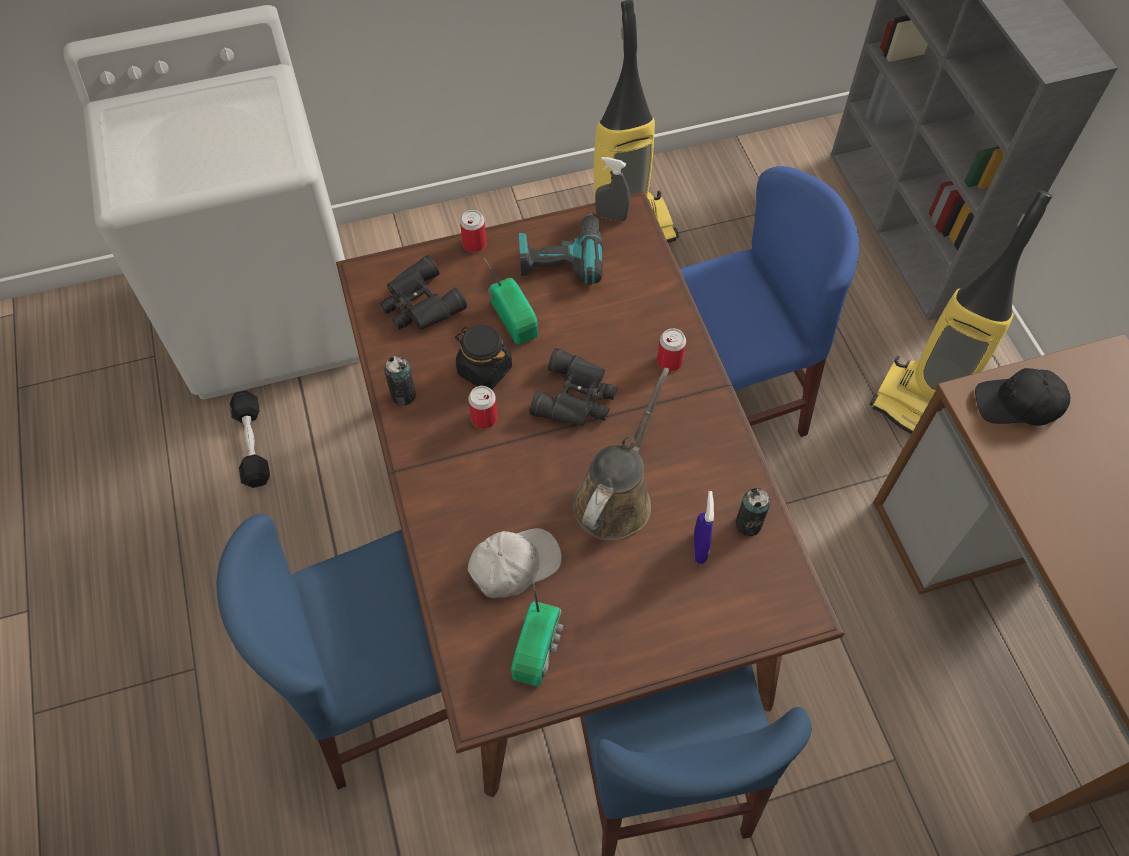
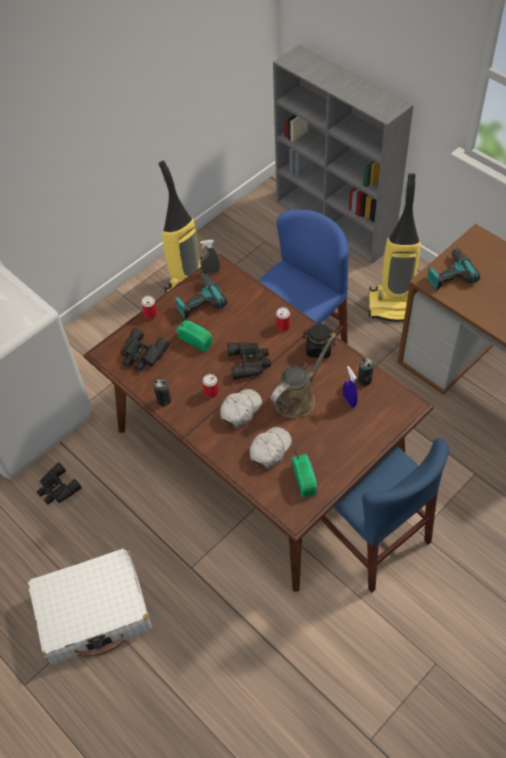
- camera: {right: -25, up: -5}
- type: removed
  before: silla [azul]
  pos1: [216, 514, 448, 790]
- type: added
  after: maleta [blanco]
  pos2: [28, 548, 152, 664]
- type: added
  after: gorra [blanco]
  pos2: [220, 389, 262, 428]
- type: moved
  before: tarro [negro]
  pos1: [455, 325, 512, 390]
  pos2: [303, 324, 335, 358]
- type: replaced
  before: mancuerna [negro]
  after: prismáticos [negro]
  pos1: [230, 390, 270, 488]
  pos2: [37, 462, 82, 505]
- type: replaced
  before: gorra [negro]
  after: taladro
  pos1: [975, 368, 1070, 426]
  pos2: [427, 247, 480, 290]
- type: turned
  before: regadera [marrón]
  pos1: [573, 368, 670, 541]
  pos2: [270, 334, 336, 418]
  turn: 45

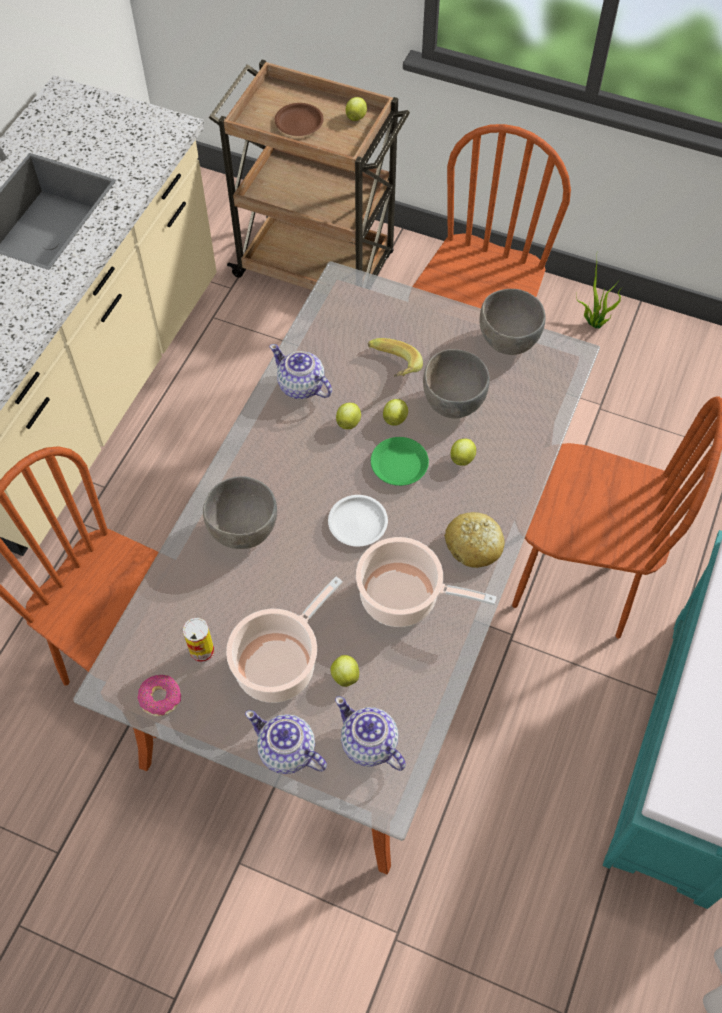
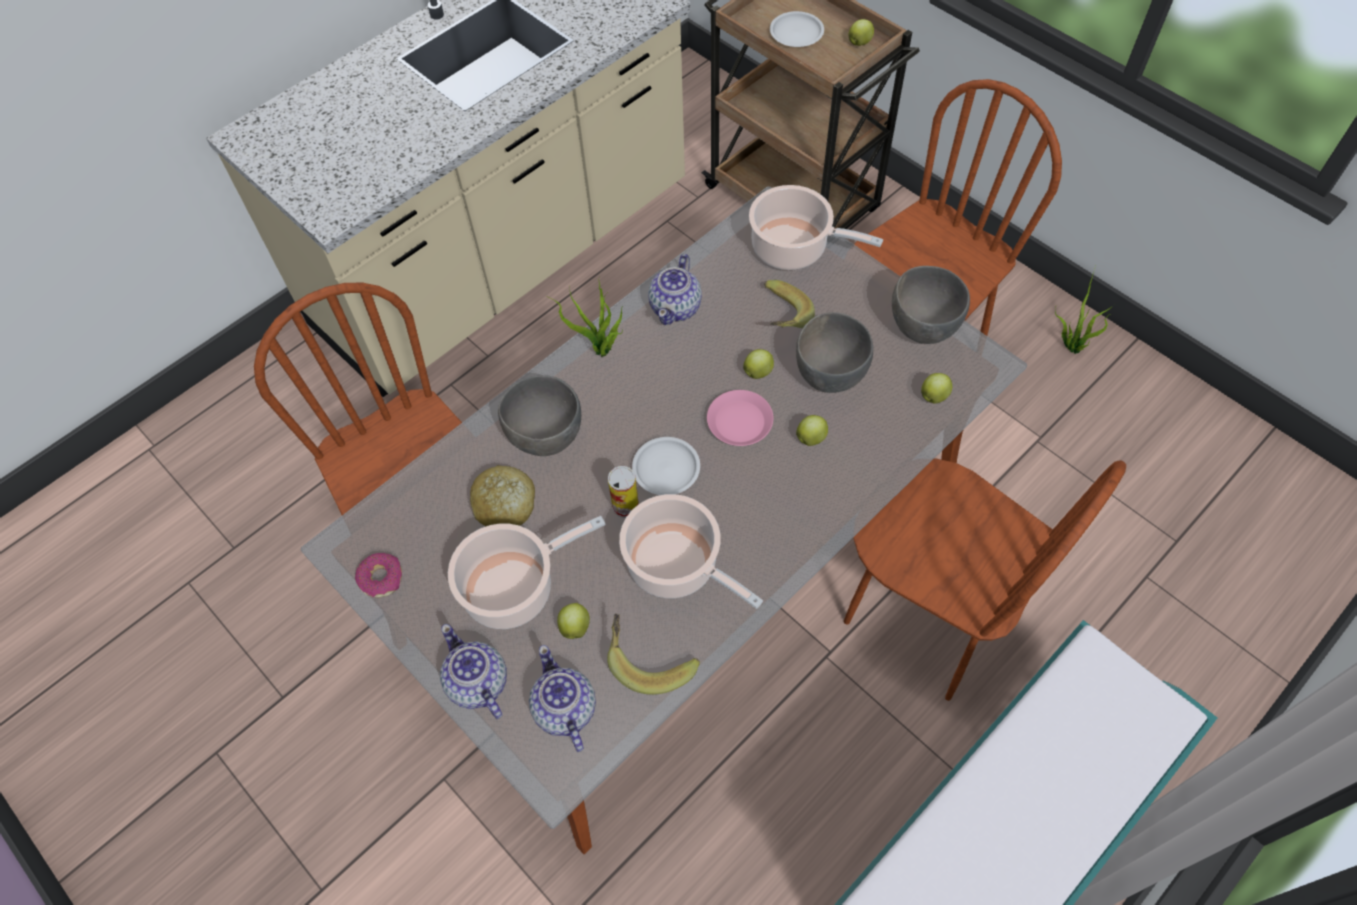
- camera: {right: 25, up: 0}
- type: added
  after: planta en maceta
  pos2: [547, 282, 623, 357]
- type: added
  after: plátano
  pos2: [607, 614, 700, 695]
- type: added
  after: olla
  pos2: [749, 185, 883, 270]
- type: moved
  before: lata
  pos1: [183, 618, 214, 663]
  pos2: [608, 466, 639, 518]
- type: moved
  before: manzana
  pos1: [336, 403, 361, 429]
  pos2: [921, 373, 952, 404]
- type: moved
  before: pan
  pos1: [444, 512, 504, 568]
  pos2: [470, 465, 535, 526]
- type: recoloured
  before: plato [marrón]
  after: plato [blanco]
  pos1: [275, 103, 324, 136]
  pos2: [770, 11, 824, 47]
- type: recoloured
  before: plato [verde]
  after: plato [rosa]
  pos1: [371, 437, 429, 486]
  pos2: [707, 390, 774, 446]
- type: turned
  before: tetera
  pos1: [269, 344, 332, 399]
  pos2: [648, 254, 702, 325]
  turn: -135

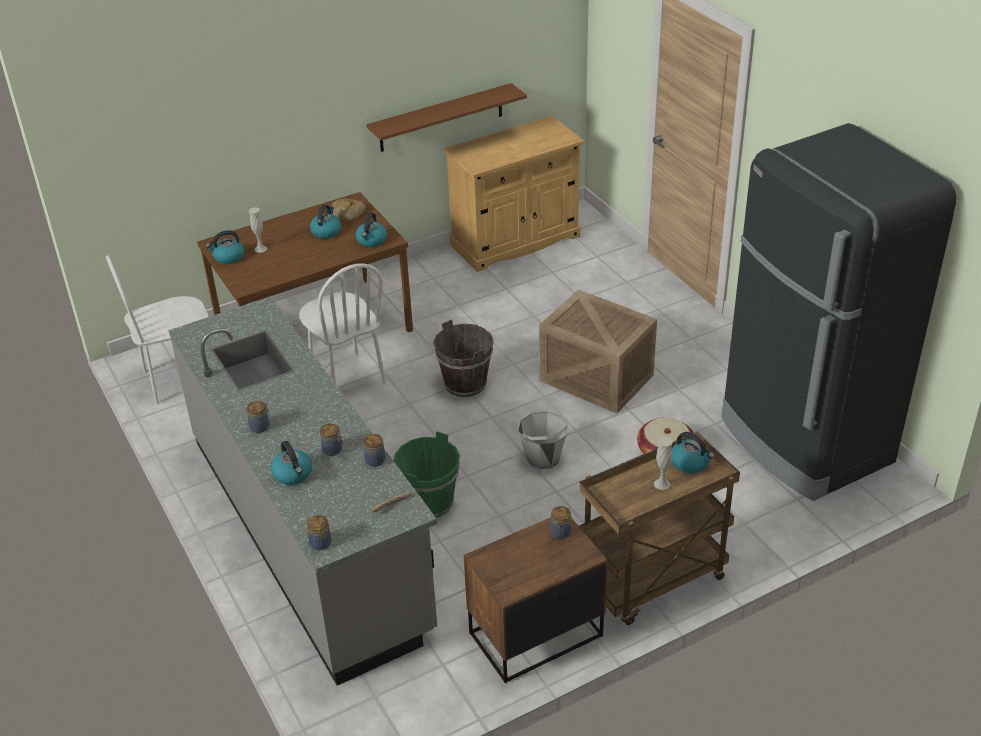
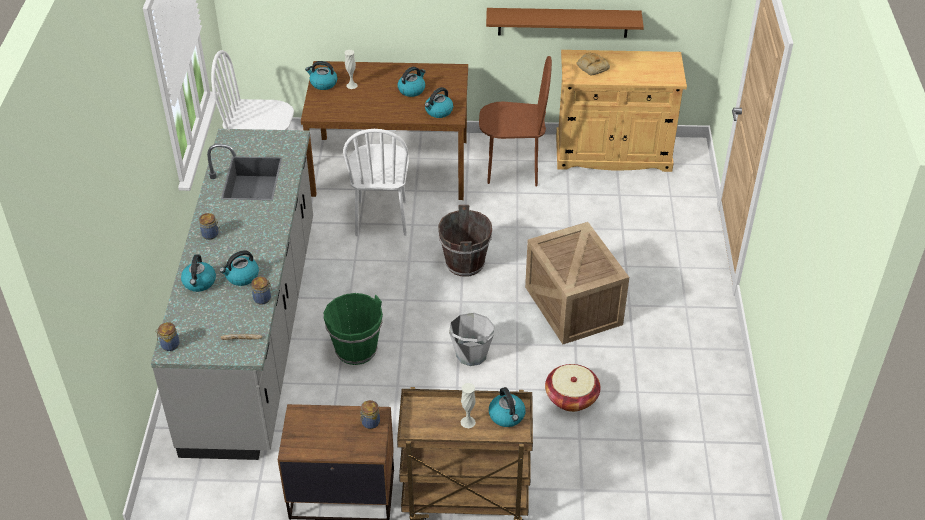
- camera: {right: 30, up: 5}
- type: removed
  before: nevera [negro]
  pos1: [721, 123, 956, 501]
- type: added
  after: silla [marrón]
  pos2: [479, 56, 552, 186]
- type: moved
  before: pan
  pos1: [331, 199, 366, 221]
  pos2: [576, 53, 610, 76]
- type: replaced
  before: tarro
  after: hervidor
  pos1: [320, 423, 343, 456]
  pos2: [220, 250, 259, 286]

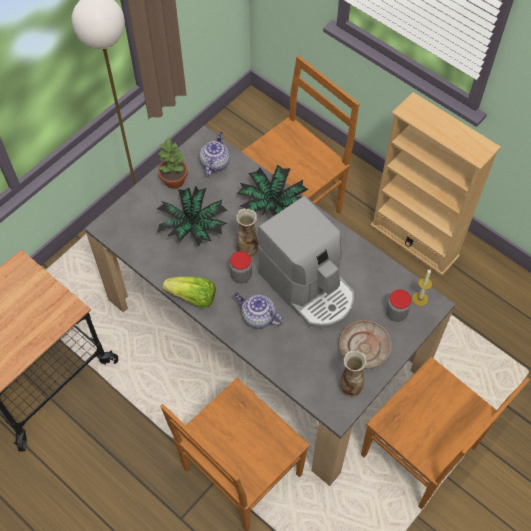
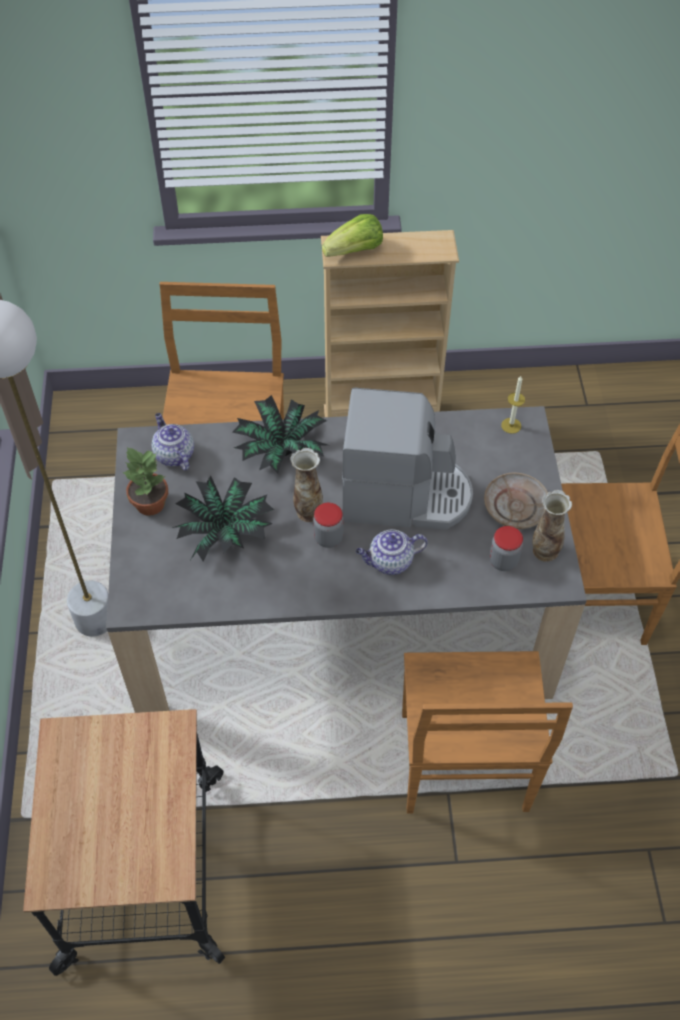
- camera: {right: -45, up: -5}
- type: moved
  before: lechuga
  pos1: [163, 277, 216, 307]
  pos2: [322, 214, 383, 257]
- type: moved
  before: tarro
  pos1: [386, 290, 411, 322]
  pos2: [489, 526, 523, 571]

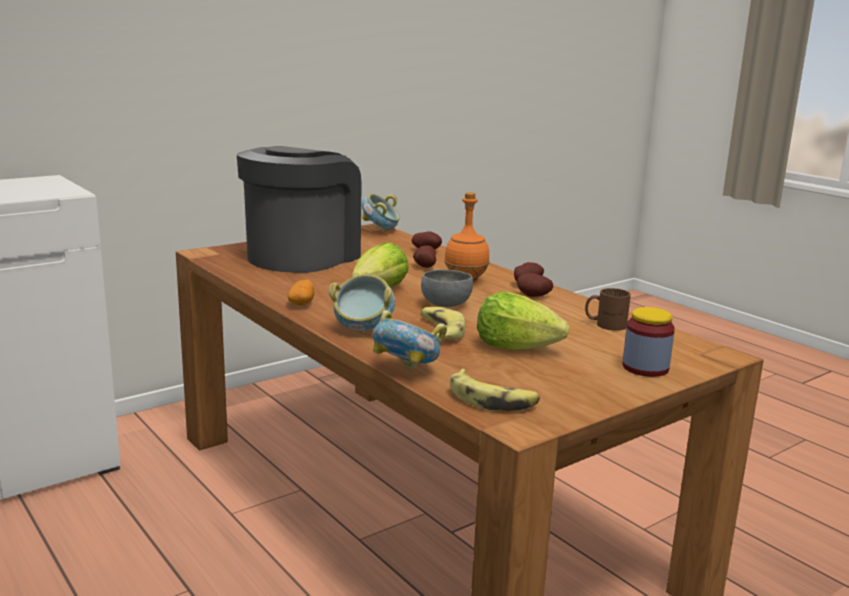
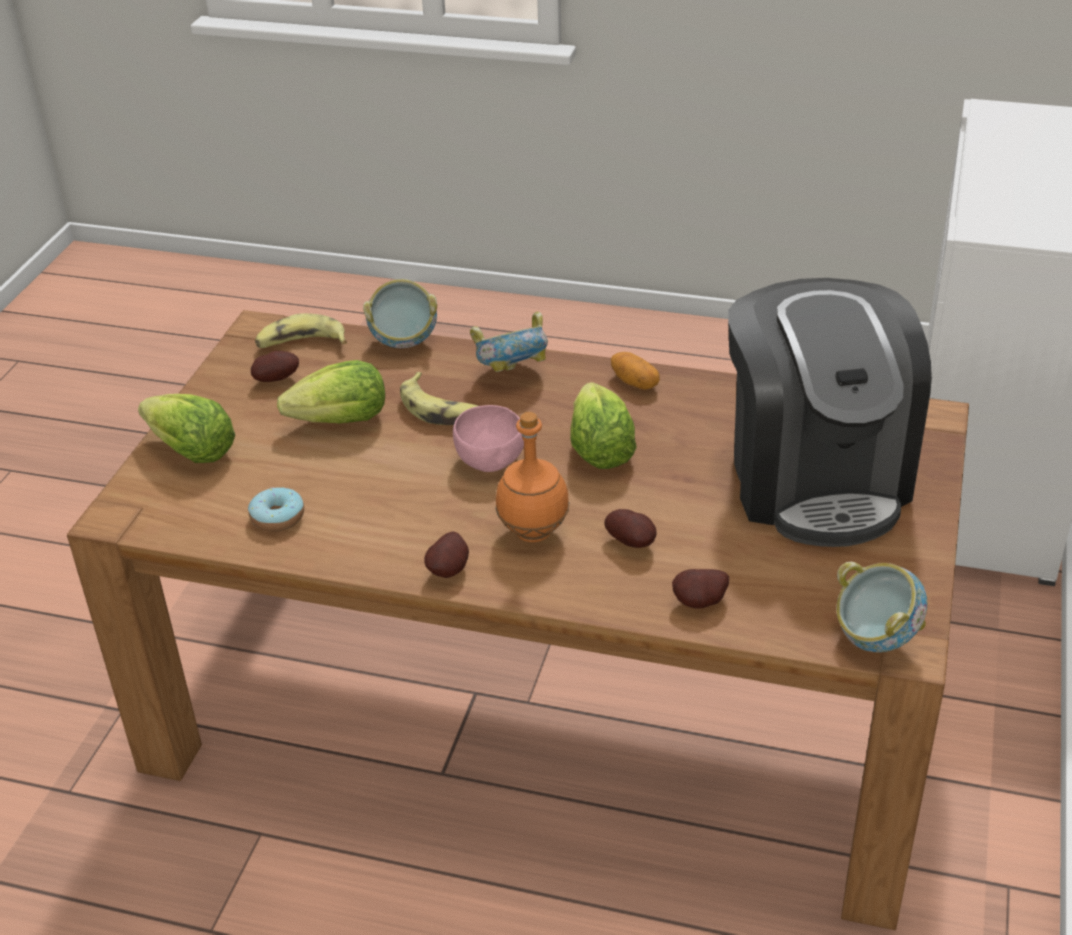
- camera: {right: 145, up: 20}
- type: moved
  before: patata
  pos1: [517, 273, 553, 297]
  pos2: [251, 351, 299, 382]
- type: replaced
  before: taza grande [marrón]
  after: rosquilla
  pos1: [585, 288, 631, 331]
  pos2: [248, 487, 304, 532]
- type: replaced
  before: tarro
  after: lechuga
  pos1: [622, 307, 675, 377]
  pos2: [138, 394, 235, 463]
- type: recoloured
  before: cuenco [gris]
  after: cuenco [rosa]
  pos1: [421, 269, 473, 307]
  pos2: [453, 405, 524, 472]

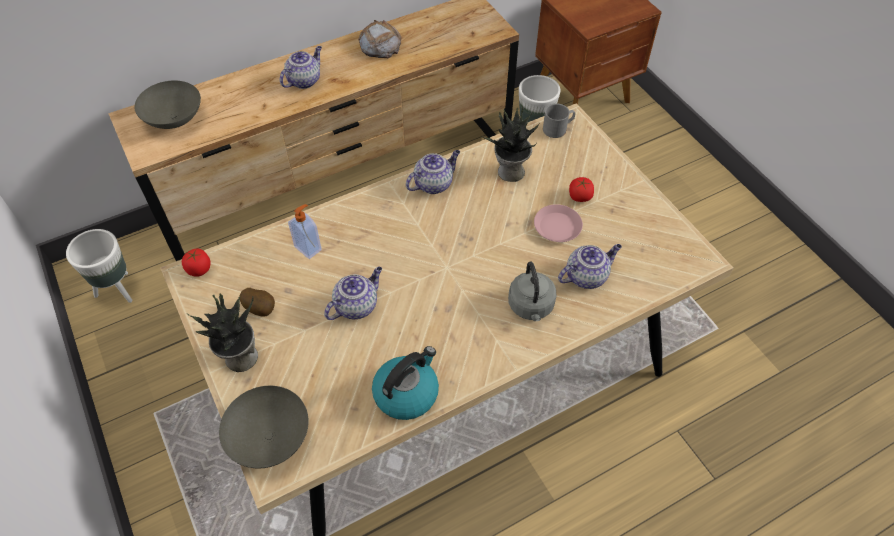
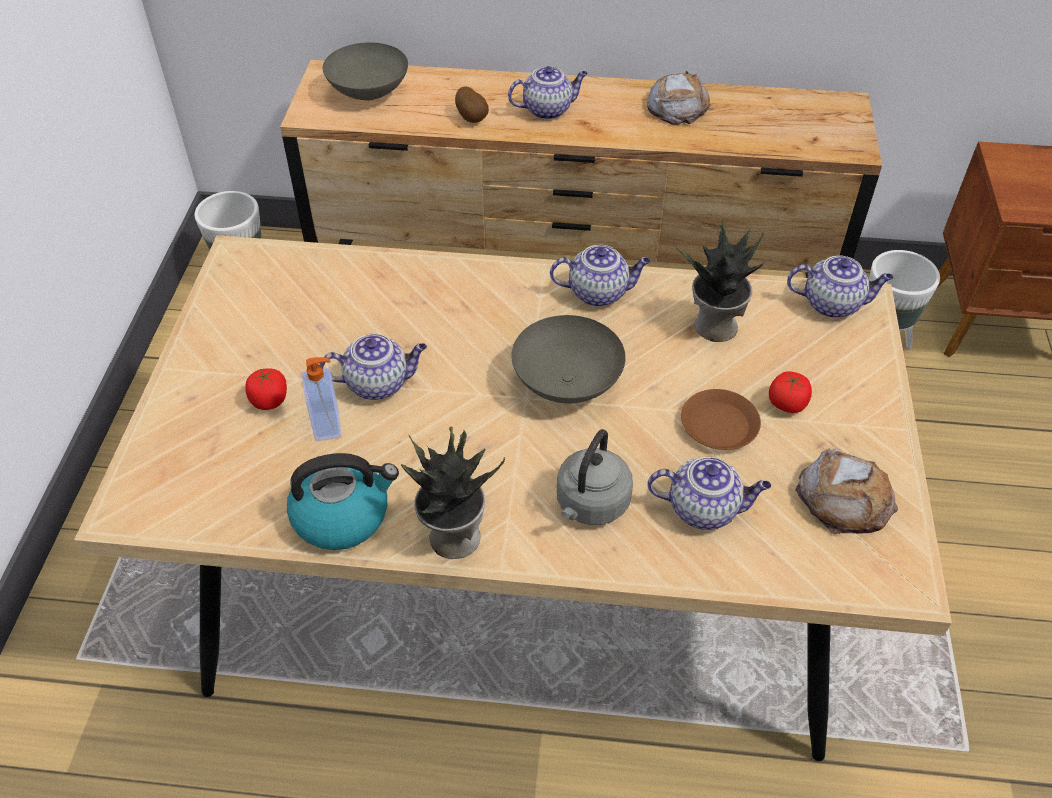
- camera: {right: 35, up: -5}
- type: added
  after: pan
  pos2: [795, 448, 898, 534]
- type: moved
  before: tomate
  pos1: [182, 249, 210, 277]
  pos2: [245, 368, 287, 410]
- type: moved
  before: planta en maceta
  pos1: [186, 294, 258, 372]
  pos2: [401, 427, 505, 559]
- type: moved
  before: cuenco [gris]
  pos1: [219, 386, 309, 469]
  pos2: [511, 315, 626, 403]
- type: moved
  before: patata
  pos1: [239, 288, 275, 317]
  pos2: [455, 86, 489, 123]
- type: moved
  before: dispensador de jabón
  pos1: [288, 204, 322, 259]
  pos2: [302, 357, 342, 441]
- type: replaced
  before: taza grande [gris]
  after: tetera
  pos1: [543, 103, 575, 138]
  pos2: [787, 255, 894, 318]
- type: recoloured
  before: plato [rosa]
  after: plato [marrón]
  pos1: [534, 204, 583, 242]
  pos2: [681, 389, 761, 450]

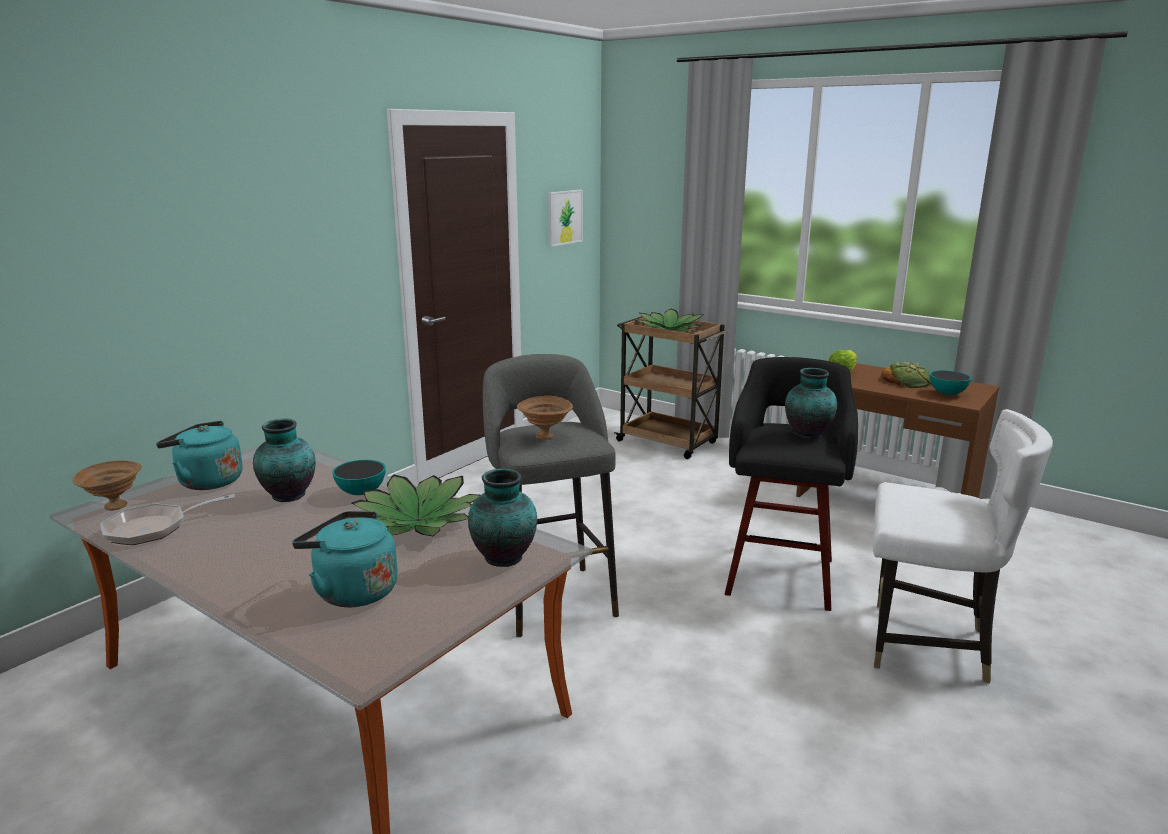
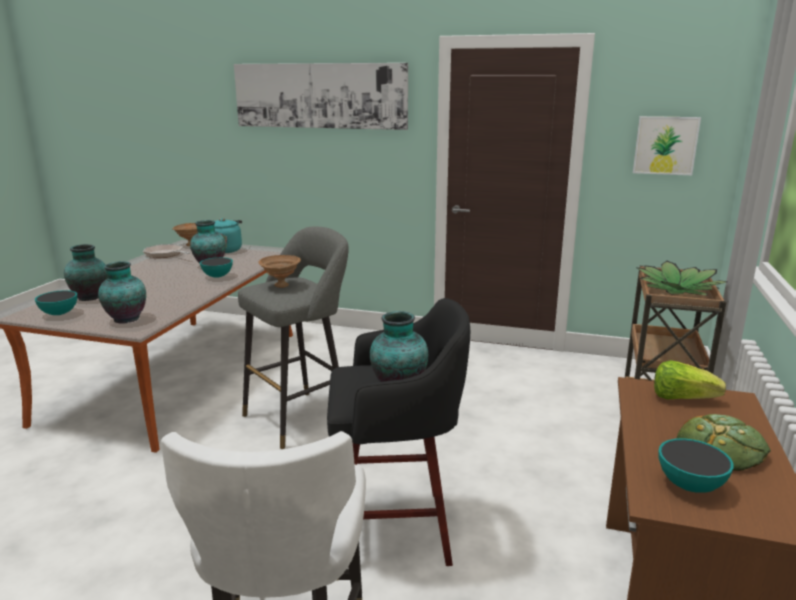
- camera: {right: 70, up: 0}
- type: removed
  before: planta en maceta
  pos1: [352, 474, 480, 536]
- type: added
  after: cuenco
  pos2: [35, 290, 77, 315]
- type: added
  after: cuadro
  pos2: [234, 63, 408, 130]
- type: replaced
  before: hervidor [turquesa]
  after: florero
  pos1: [292, 511, 398, 607]
  pos2: [64, 244, 108, 301]

